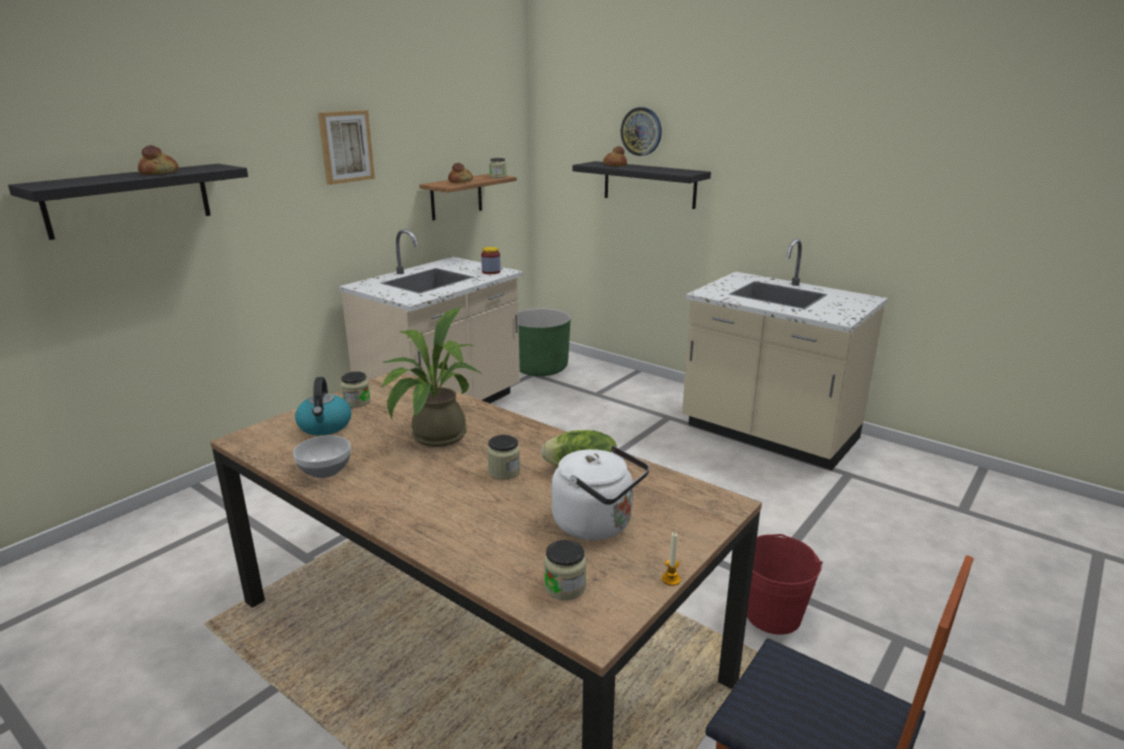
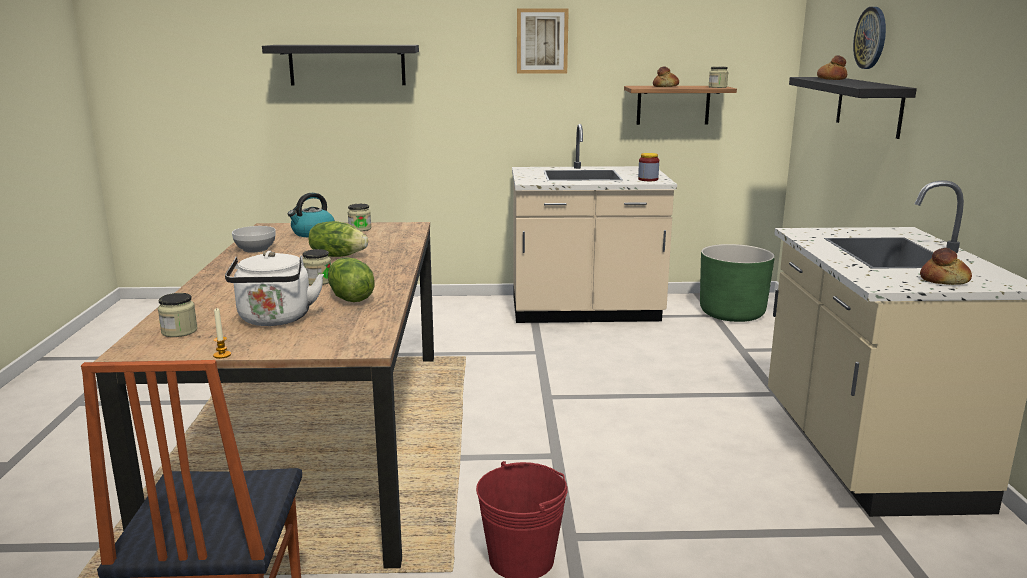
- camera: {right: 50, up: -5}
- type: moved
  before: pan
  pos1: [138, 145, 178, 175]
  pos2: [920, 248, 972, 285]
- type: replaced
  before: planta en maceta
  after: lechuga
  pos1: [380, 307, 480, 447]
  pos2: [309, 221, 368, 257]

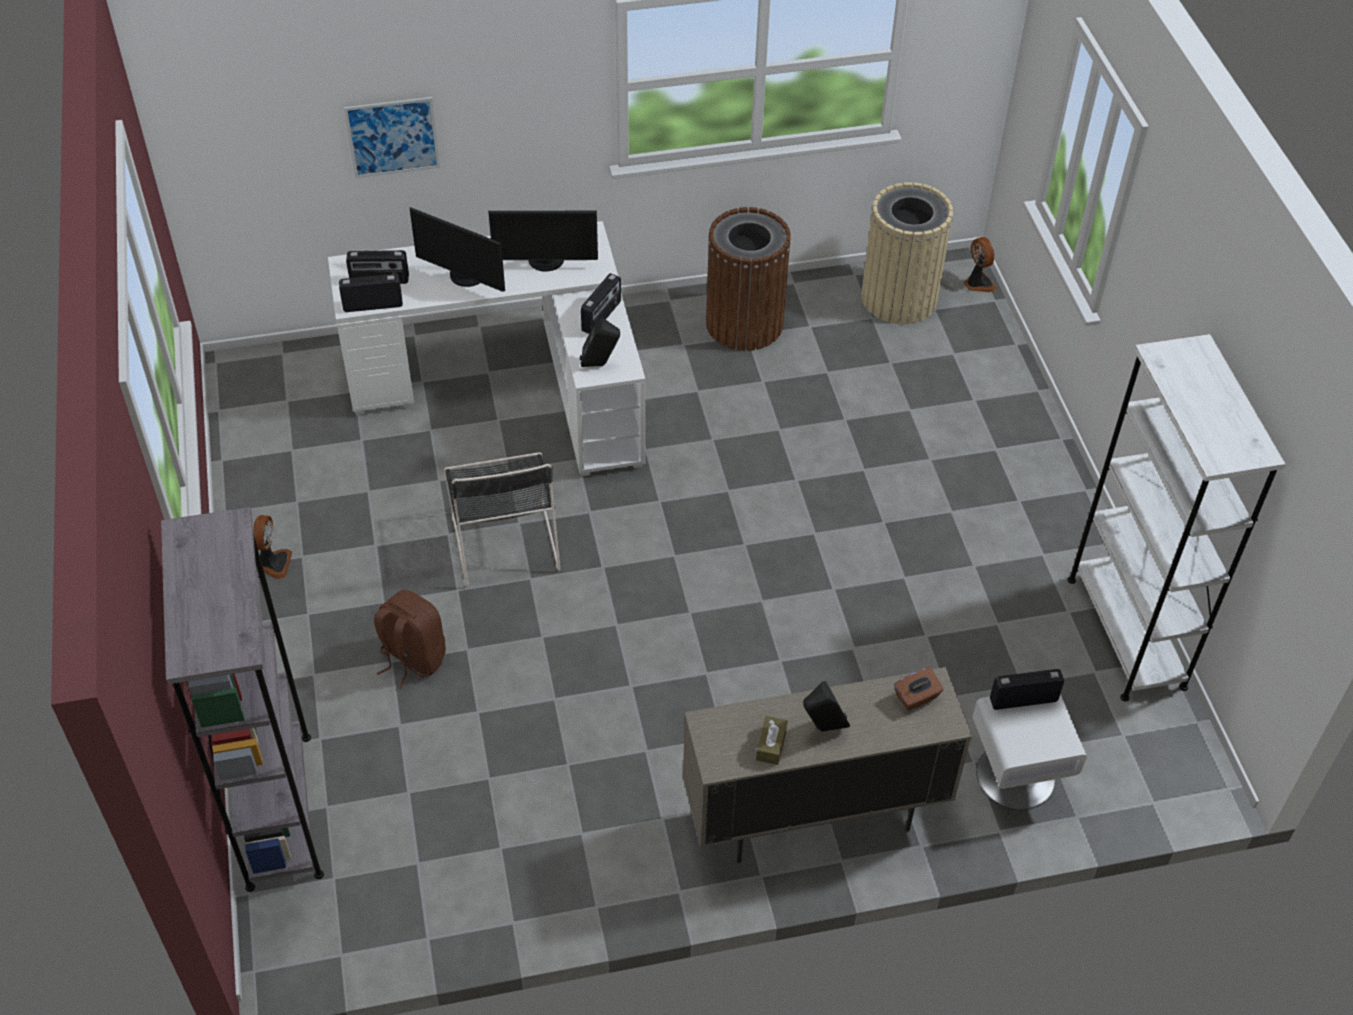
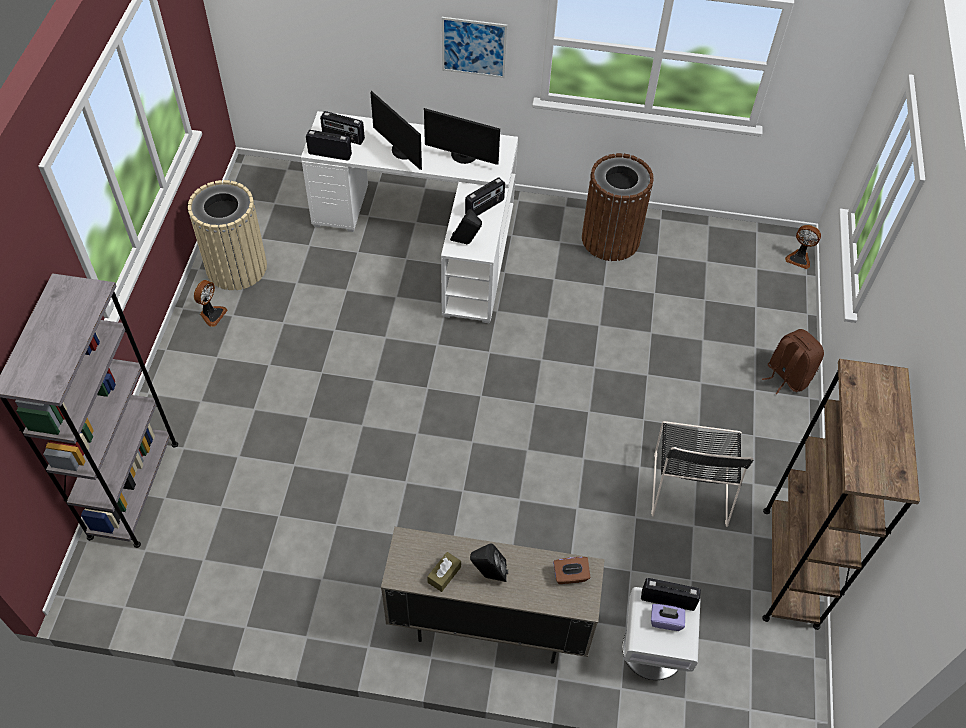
- camera: {right: 20, up: 5}
- type: added
  after: caja de pañuelos [morado]
  pos2: [651, 604, 685, 631]
- type: moved
  before: cuadro
  pos1: [344, 97, 440, 178]
  pos2: [442, 17, 507, 78]
- type: moved
  before: mochila [marrón]
  pos1: [374, 590, 446, 689]
  pos2: [762, 329, 824, 394]
- type: moved
  before: silla [negro]
  pos1: [444, 452, 560, 587]
  pos2: [651, 421, 754, 527]
- type: moved
  before: papelera [beis]
  pos1: [861, 182, 953, 324]
  pos2: [188, 180, 267, 290]
- type: recoloured
  before: estantería [blanco]
  after: estantería [marrón]
  pos1: [1067, 334, 1286, 702]
  pos2: [762, 359, 920, 630]
- type: turned
  before: ventilador
  pos1: [964, 237, 997, 292]
  pos2: [785, 225, 821, 269]
  turn: 120

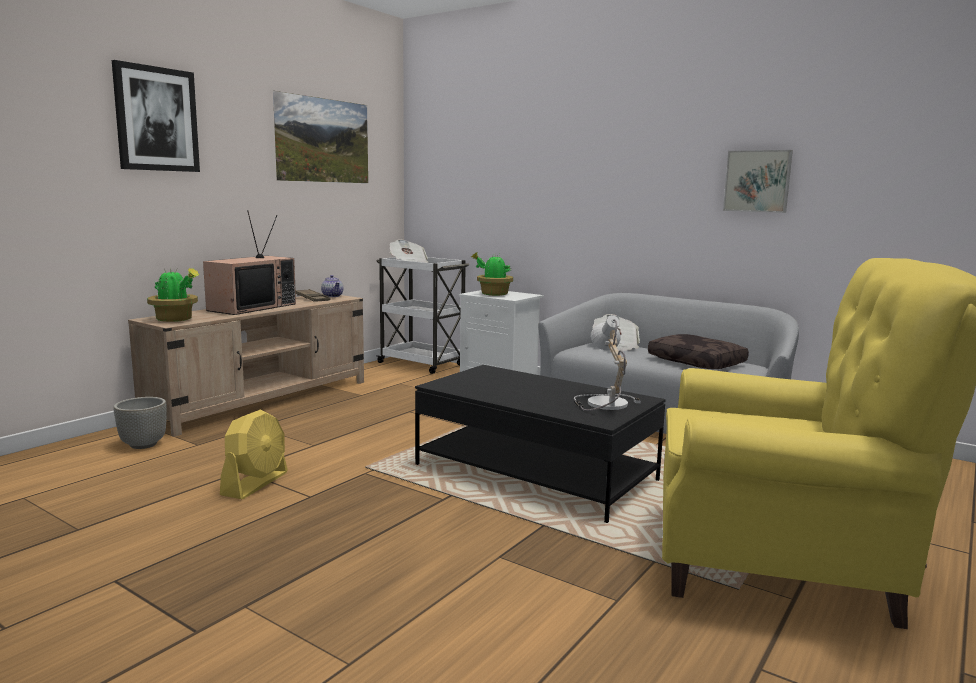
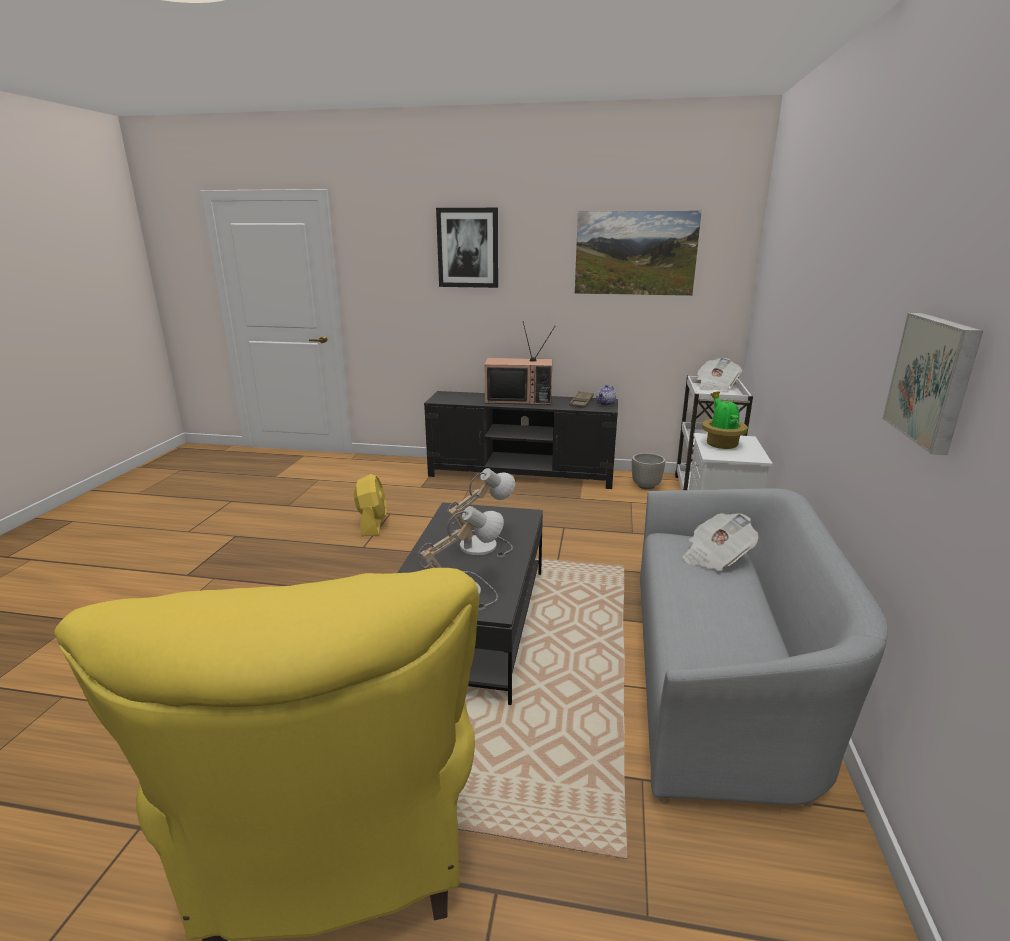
- camera: {right: 65, up: 10}
- type: removed
  before: planta en maceta
  pos1: [147, 267, 199, 322]
- type: removed
  before: cojín [marrón]
  pos1: [648, 334, 749, 369]
- type: added
  after: lámpara de mesa
  pos2: [447, 468, 515, 558]
- type: moved
  before: maceta [gris]
  pos1: [113, 397, 167, 449]
  pos2: [632, 453, 666, 489]
- type: recoloured
  before: mueble de televisión [beis]
  after: mueble de televisión [negro]
  pos1: [128, 293, 364, 437]
  pos2: [424, 391, 618, 489]
- type: turned
  before: ventilador [amarillo]
  pos1: [220, 409, 288, 499]
  pos2: [354, 474, 387, 536]
  turn: -90

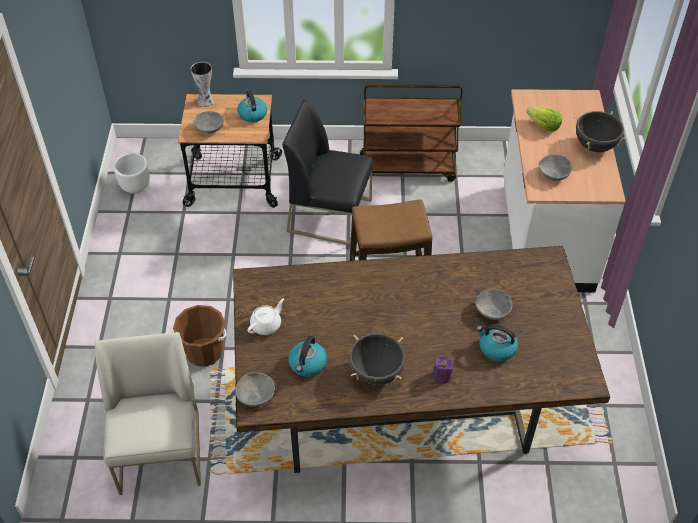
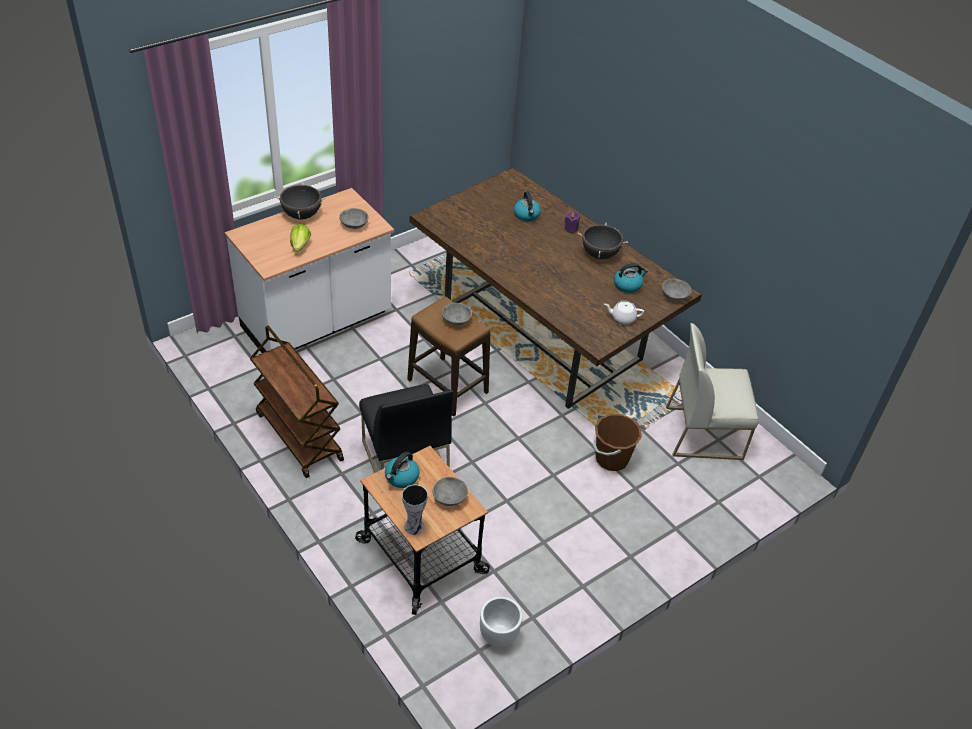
- camera: {right: -130, up: -5}
- type: moved
  before: cuenco [gris]
  pos1: [475, 289, 512, 320]
  pos2: [442, 303, 472, 325]
- type: turned
  before: silla [blanco]
  pos1: [94, 332, 201, 495]
  pos2: [666, 323, 759, 460]
  turn: 45

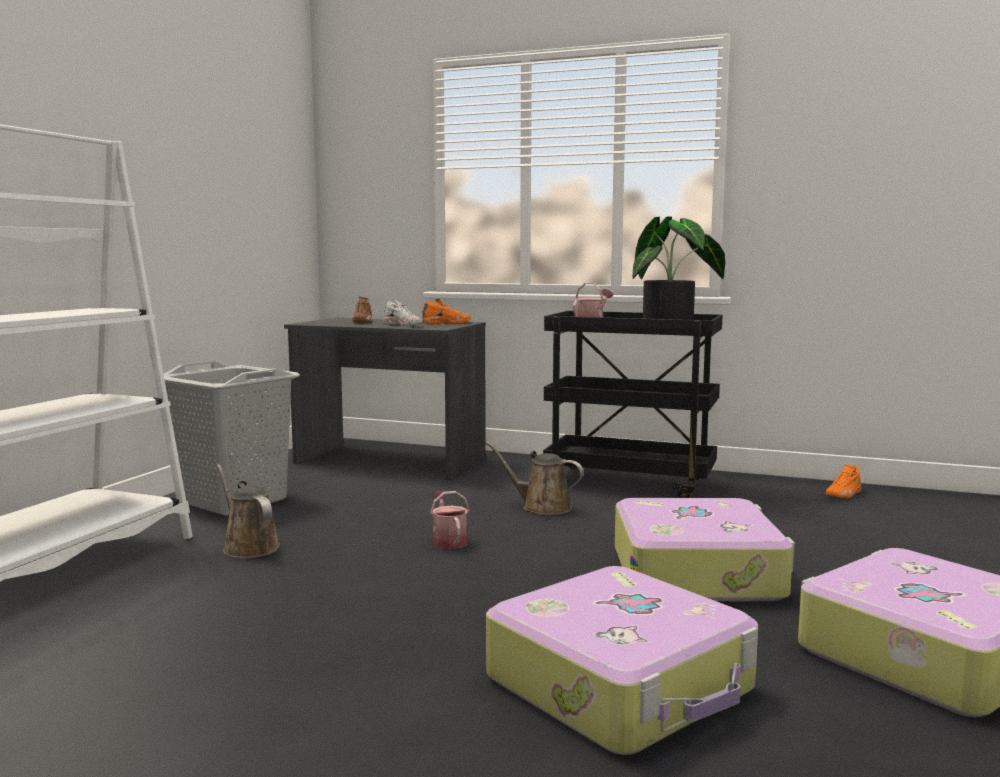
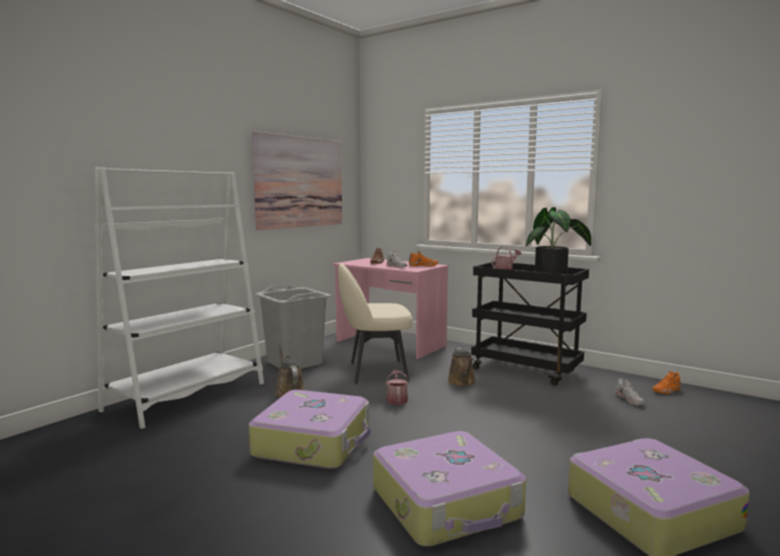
- camera: {right: 15, up: 0}
- type: added
  after: cuadro
  pos2: [252, 131, 342, 230]
- type: added
  after: silla [beis]
  pos2: [338, 263, 413, 384]
- type: added
  after: zapato [blanco]
  pos2: [615, 378, 645, 405]
- type: moved
  before: maleta
  pos1: [615, 498, 795, 601]
  pos2: [249, 390, 371, 469]
- type: recoloured
  before: escritorio [gris]
  after: escritorio [rosa]
  pos1: [284, 318, 486, 480]
  pos2: [333, 258, 448, 359]
- type: turned
  before: regadera [marrón]
  pos1: [485, 442, 584, 515]
  pos2: [447, 348, 476, 386]
  turn: -135

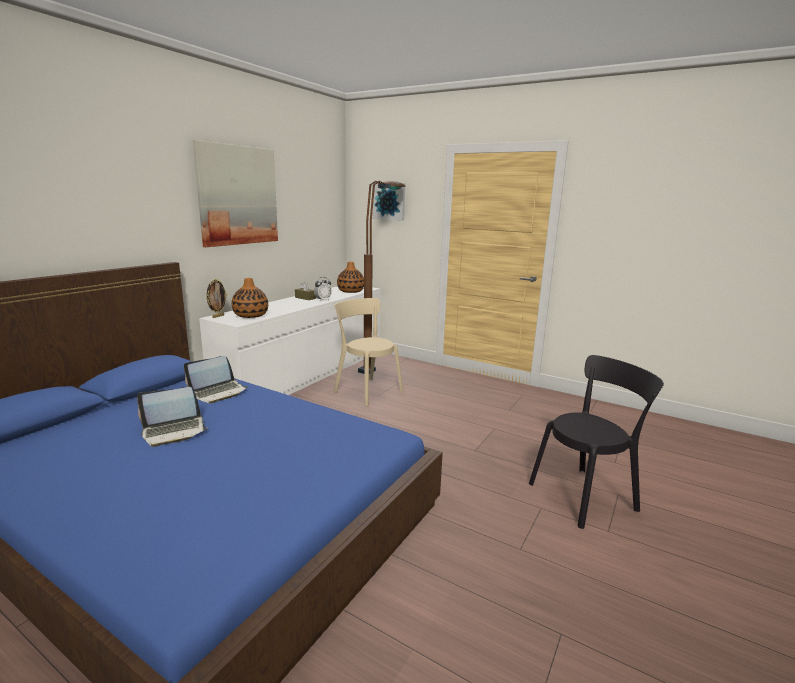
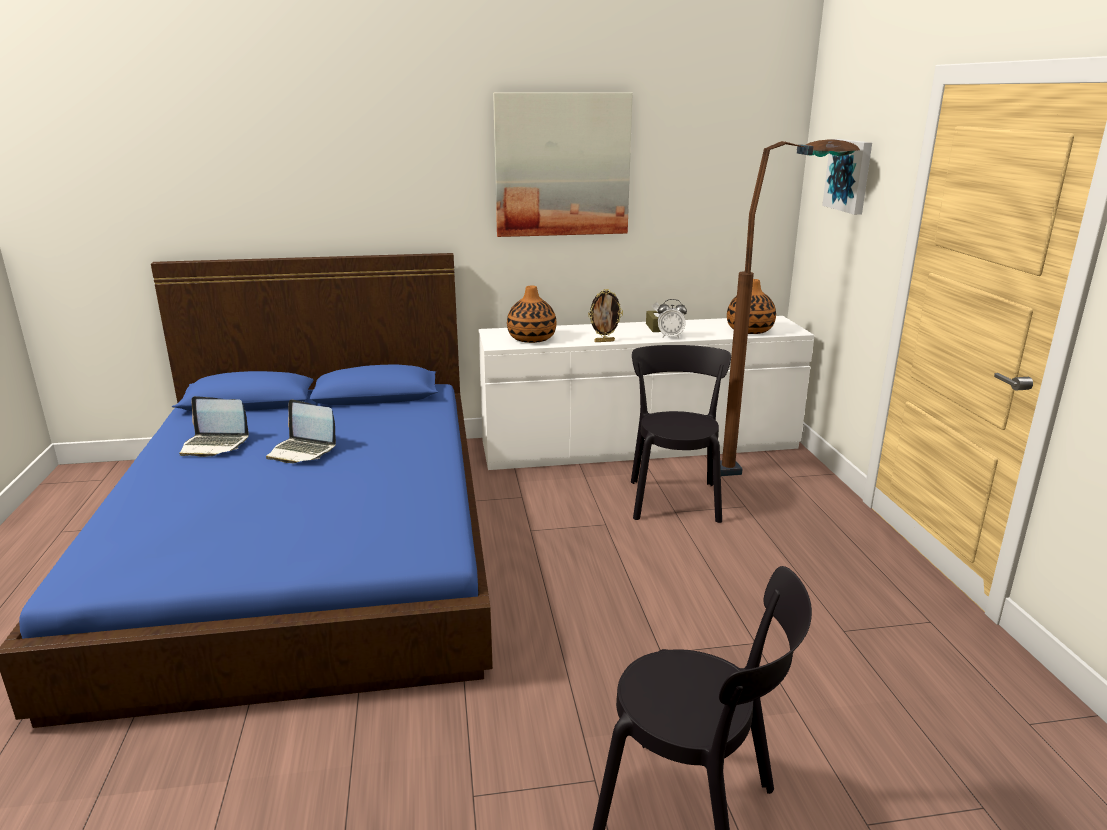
- camera: {right: 50, up: 5}
- type: moved
  before: portátil
  pos1: [184, 356, 248, 403]
  pos2: [179, 396, 249, 457]
- type: moved
  before: portarretratos
  pos1: [206, 279, 227, 318]
  pos2: [588, 289, 623, 342]
- type: recoloured
  before: silla [beis]
  after: silla [negro]
  pos1: [334, 298, 403, 407]
  pos2: [631, 345, 731, 523]

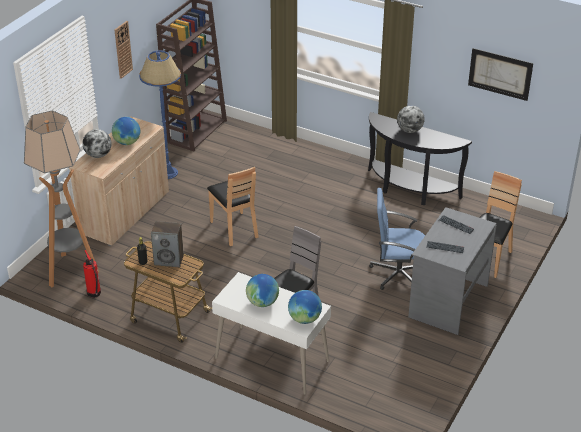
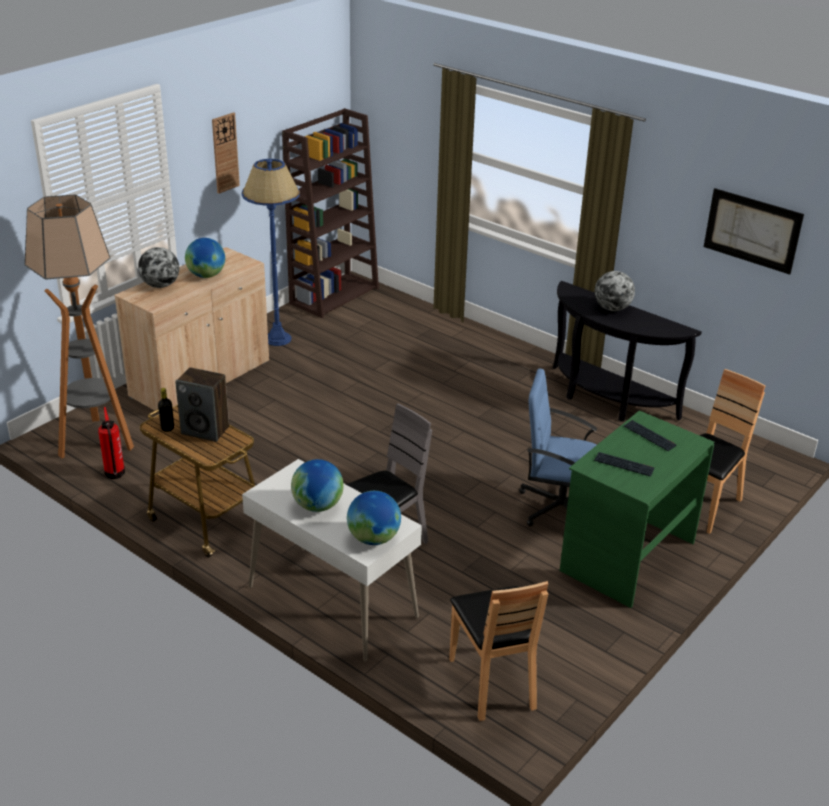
- camera: {right: 10, up: -5}
- type: moved
  before: silla [marrón]
  pos1: [207, 167, 258, 246]
  pos2: [449, 581, 548, 721]
- type: recoloured
  before: escritorio [gris]
  after: escritorio [verde]
  pos1: [408, 207, 497, 335]
  pos2: [560, 410, 714, 608]

